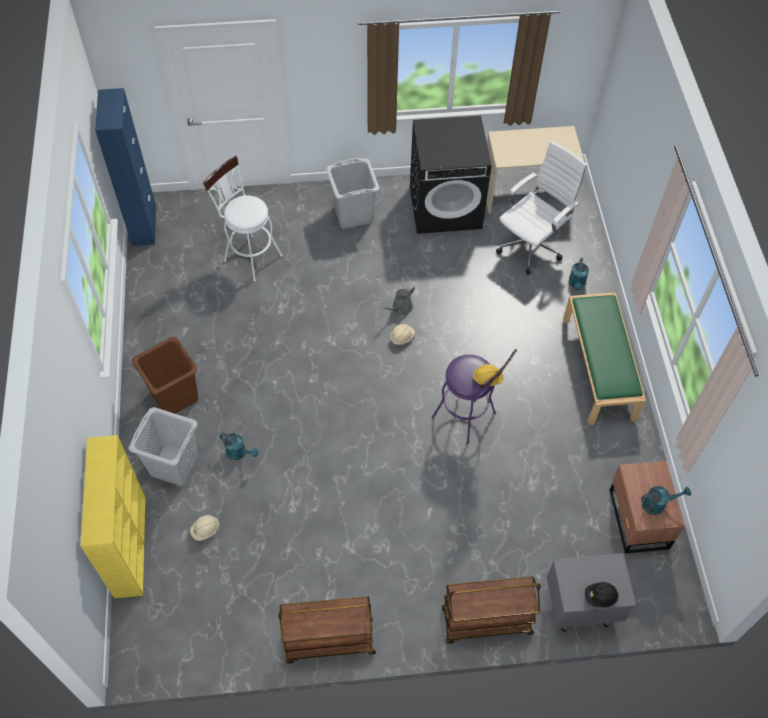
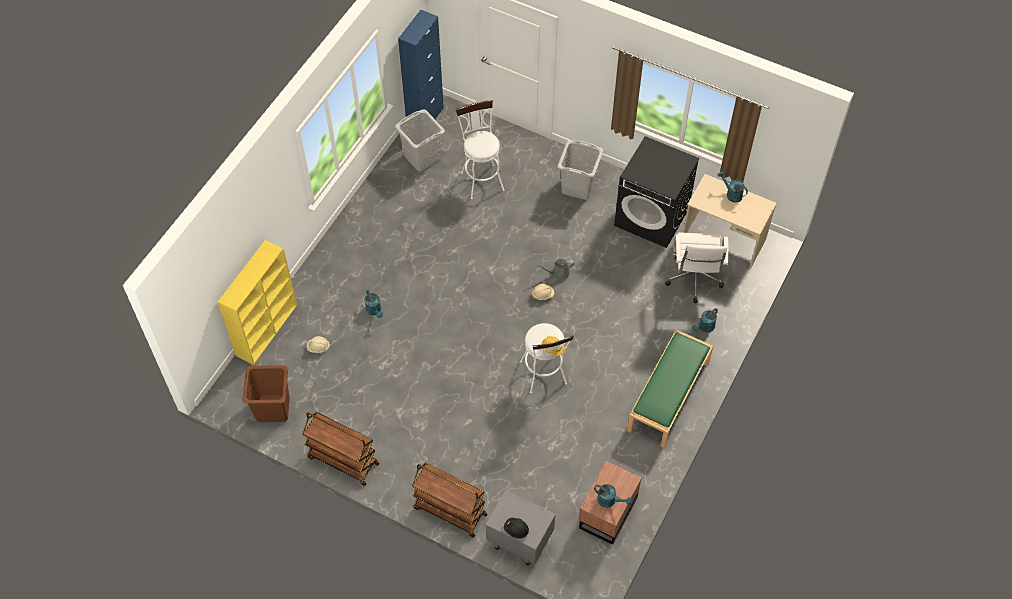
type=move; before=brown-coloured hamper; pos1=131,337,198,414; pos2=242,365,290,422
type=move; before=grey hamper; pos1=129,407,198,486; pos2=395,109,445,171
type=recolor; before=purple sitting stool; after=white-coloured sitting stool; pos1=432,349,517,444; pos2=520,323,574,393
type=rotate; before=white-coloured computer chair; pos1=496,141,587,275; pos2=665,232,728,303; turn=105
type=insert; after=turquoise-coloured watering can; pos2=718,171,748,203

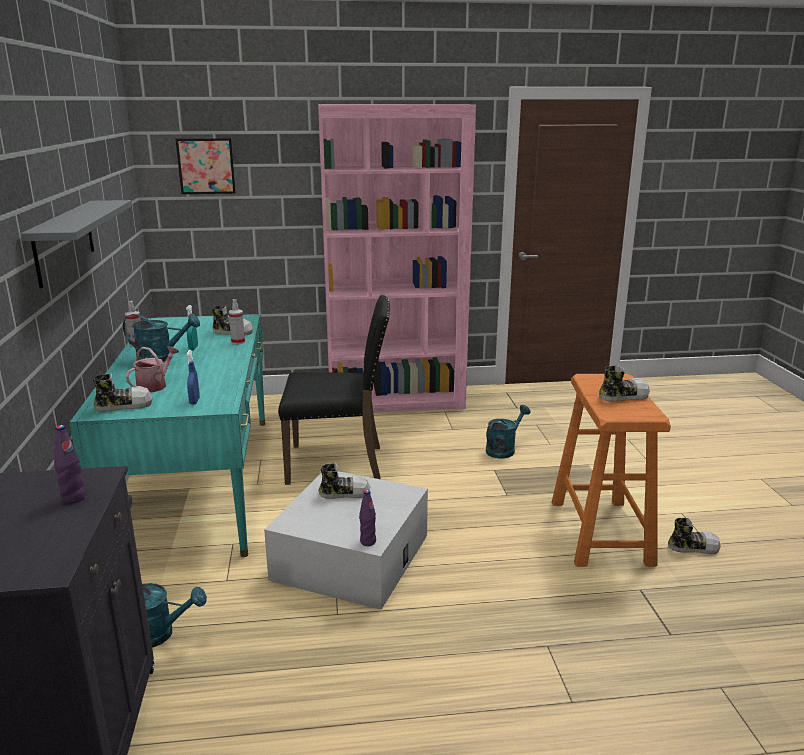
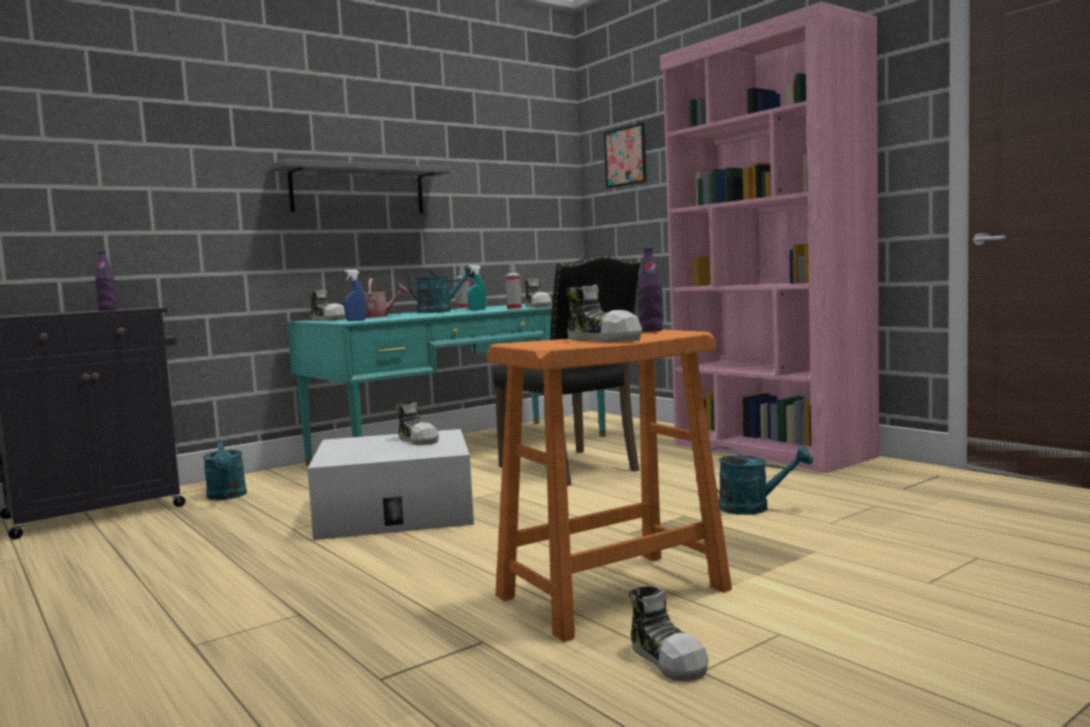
type=rotate; before=turquoise-coloured watering can; pos1=123,313,200,362; pos2=408,265,475,313; turn=-90
type=move; before=purple drink bottle; pos1=359,490,376,546; pos2=638,248,663,332

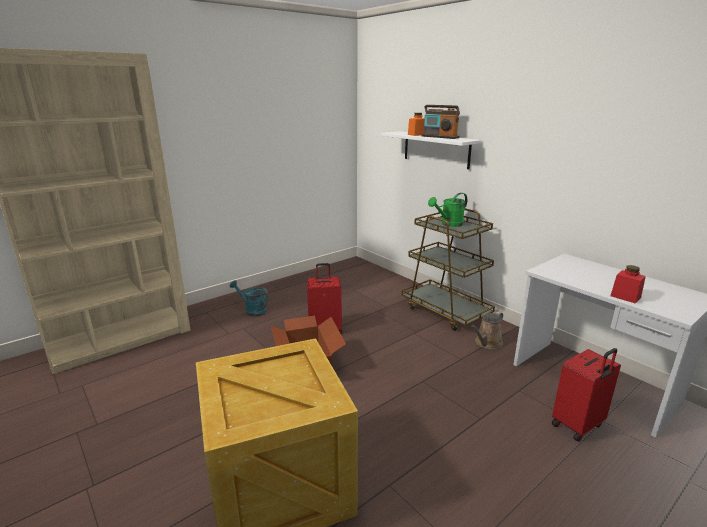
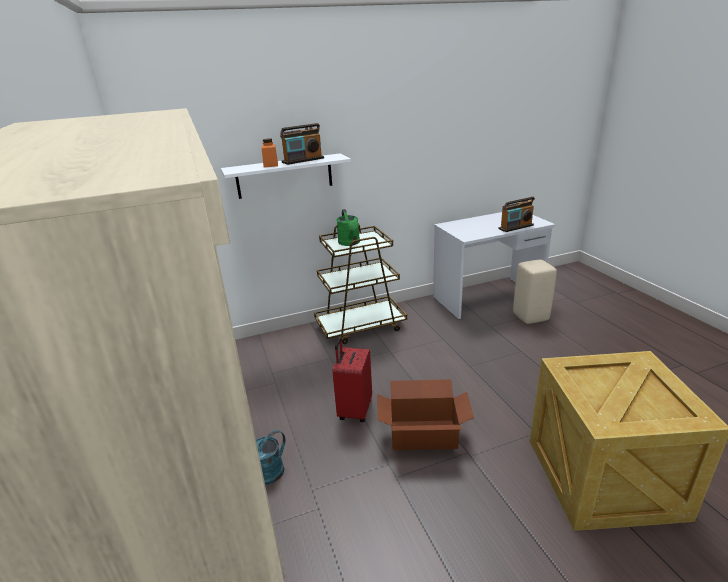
type=replace; before=reddish preserve jar; after=radio; pos1=610,265,646,304; pos2=498,197,535,232
type=replace; before=reddish travel case; after=beige sitting stool; pos1=552,348,621,442; pos2=513,260,557,324
type=delete; before=brown-coloured watering can; pos1=471,311,503,349

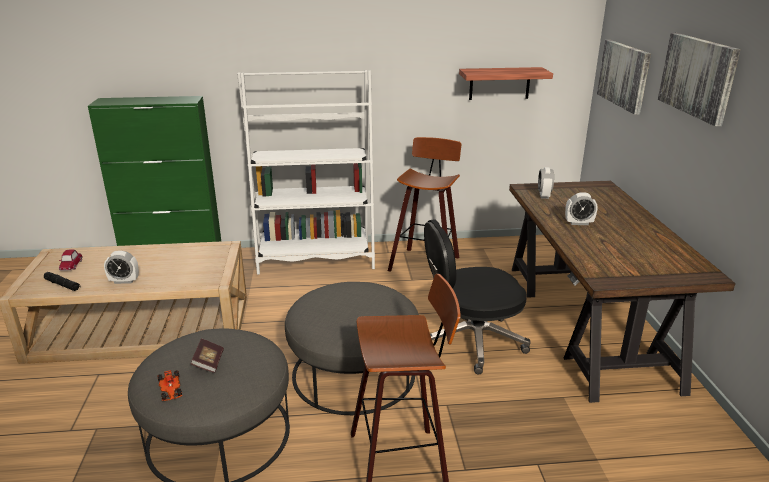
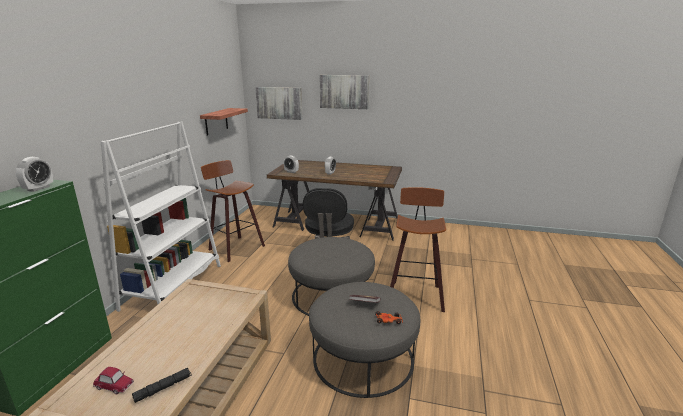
type=move; before=bedside clock; pos1=104,251,139,284; pos2=16,157,53,192

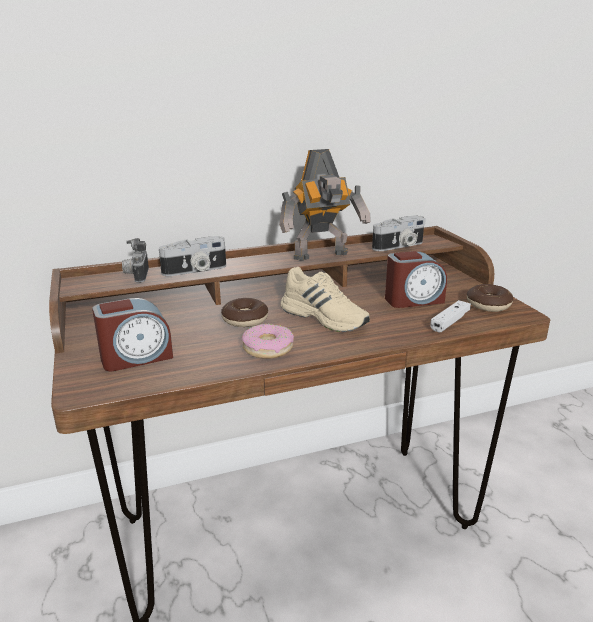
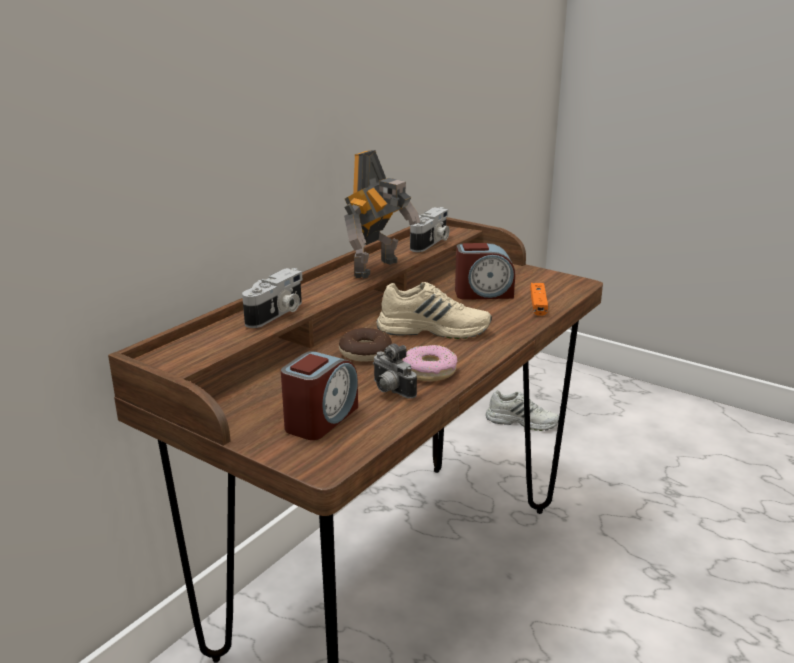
type=move; before=photo camera; pos1=122,238,149,283; pos2=373,343,417,399
type=rotate; before=bedside clock; pos1=385,251,447,308; pos2=455,243,515,300; turn=45
type=insert; after=white-coloured low shoe; pos2=486,390,559,431
type=recolor; before=white-coloured game controller; after=orangey game controller; pos1=430,300,471,333; pos2=530,283,548,316
type=delete; before=donut; pos1=467,284,514,312

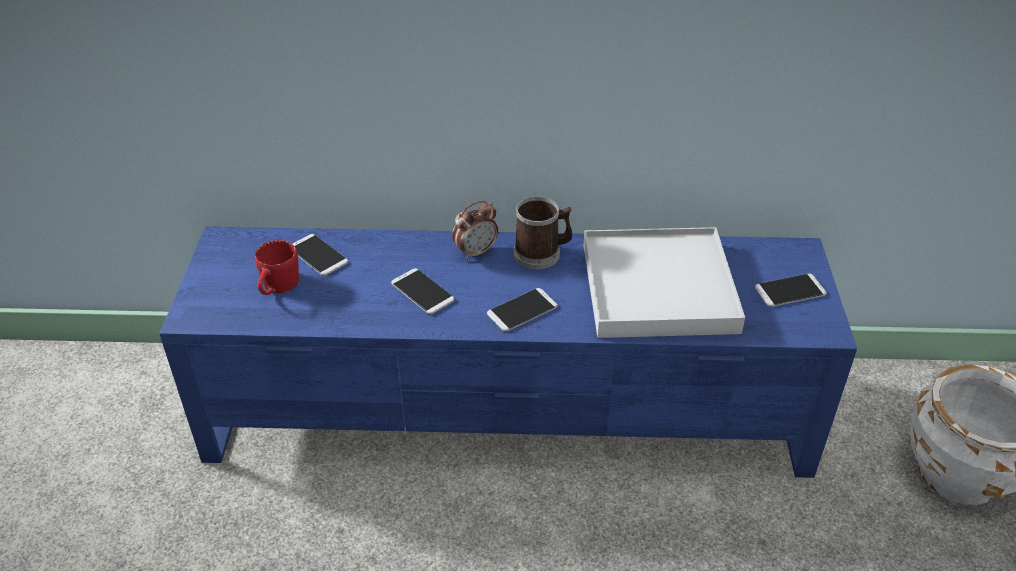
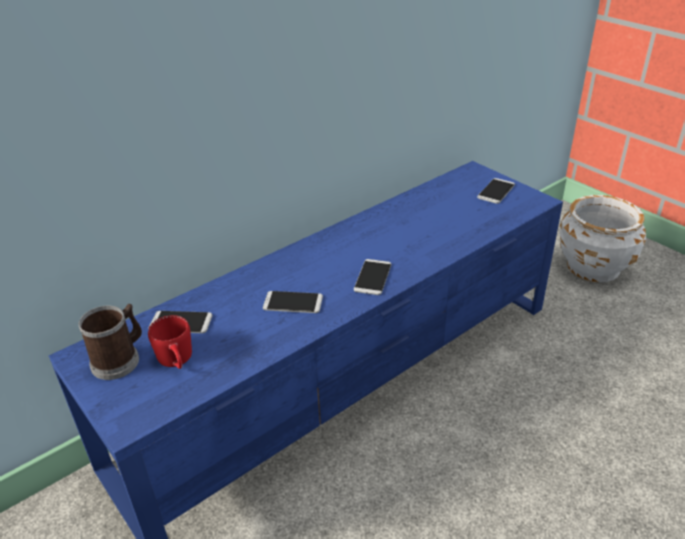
type=move; before=mug; pos1=513,196,572,270; pos2=79,304,142,380
type=delete; before=bedside clock; pos1=452,200,498,261
type=delete; before=white-coloured tray; pos1=584,227,745,338

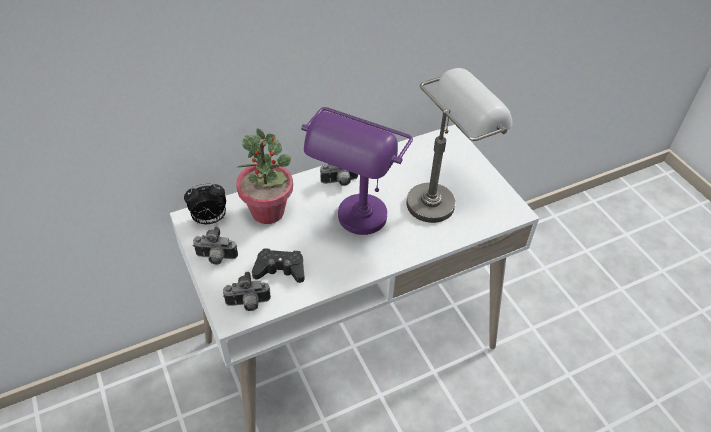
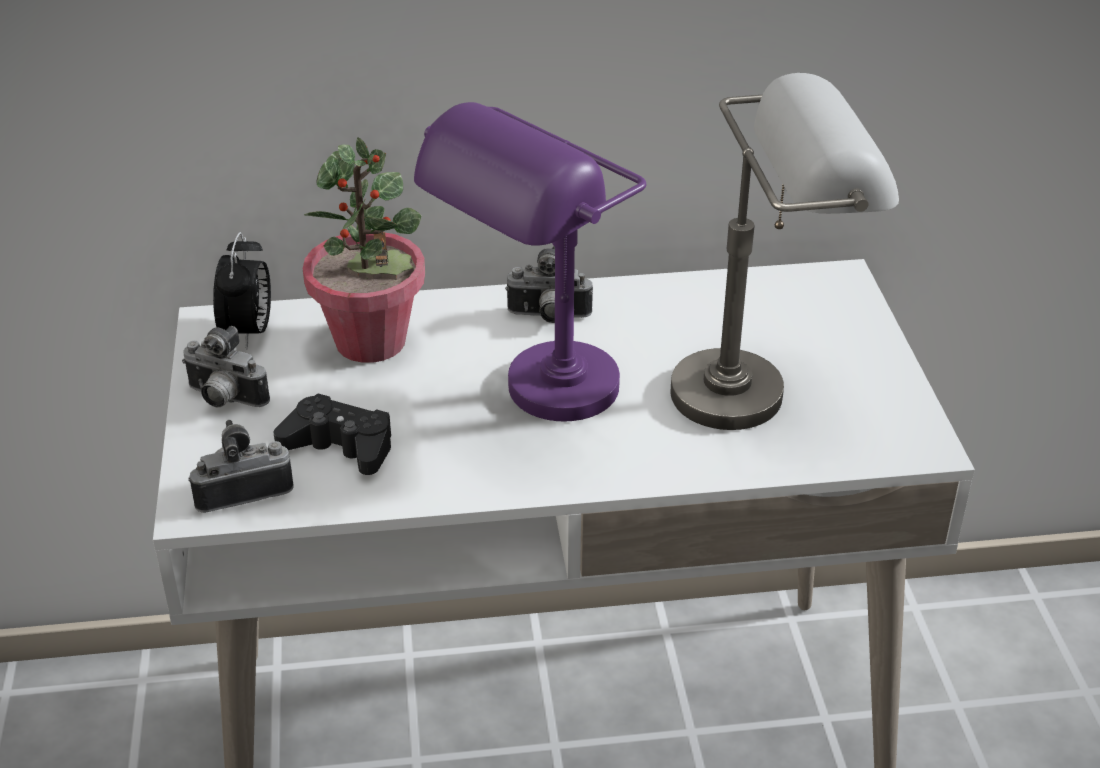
type=rotate; before=photo camera; pos1=223,272,271,311; pos2=188,420,293,513; turn=150
type=rotate; before=bedside clock; pos1=184,183,226,224; pos2=213,232,271,350; turn=-90

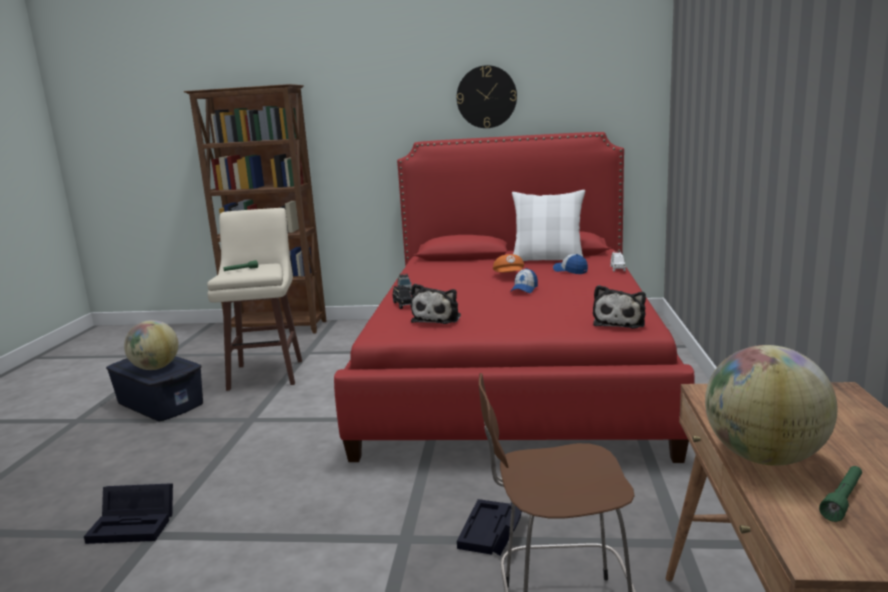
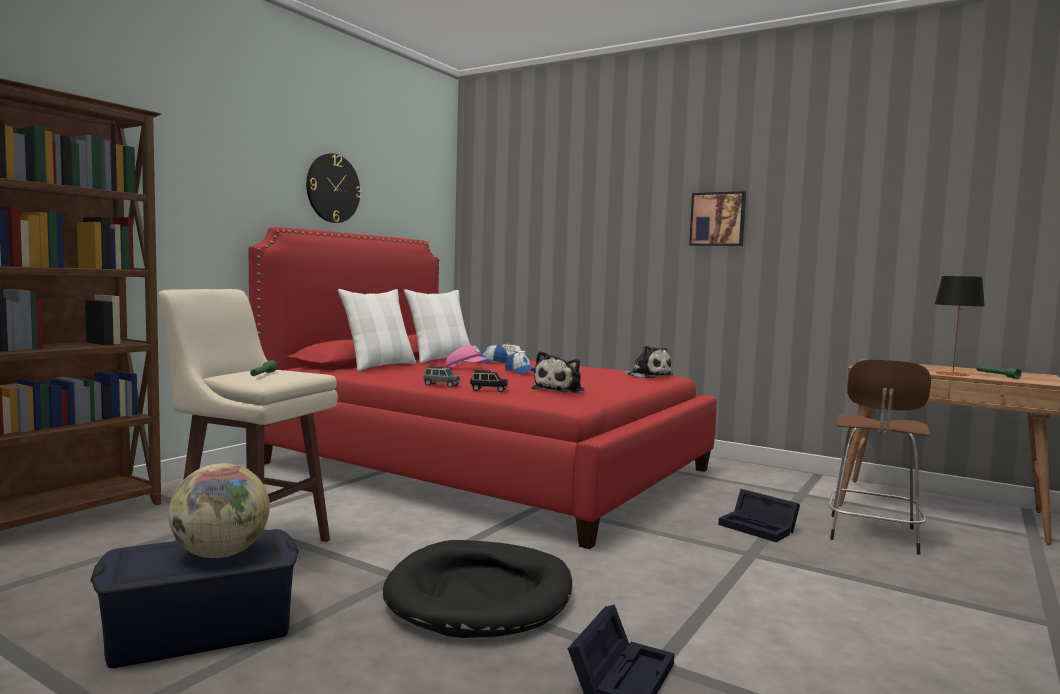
type=insert; after=white-coloured cushion; pos2=338,289,416,371
type=insert; after=blackish dog bed; pos2=383,540,572,638
type=recolor; before=orangey cap; after=pink cap; pos1=493,254,524,272; pos2=446,345,488,368
type=rotate; before=soft toy; pos1=411,284,461,324; pos2=532,351,584,393; turn=75
type=insert; after=wall picture; pos2=689,191,746,246
type=replace; before=world globe; after=lamp for a table; pos1=705,345,838,466; pos2=935,276,985,376

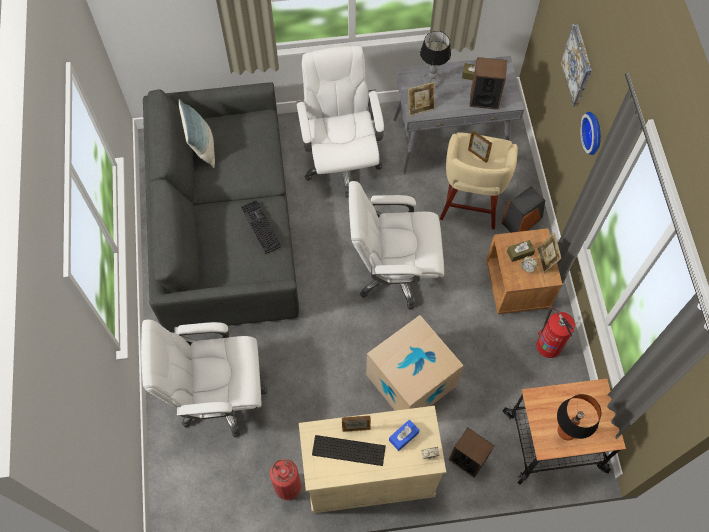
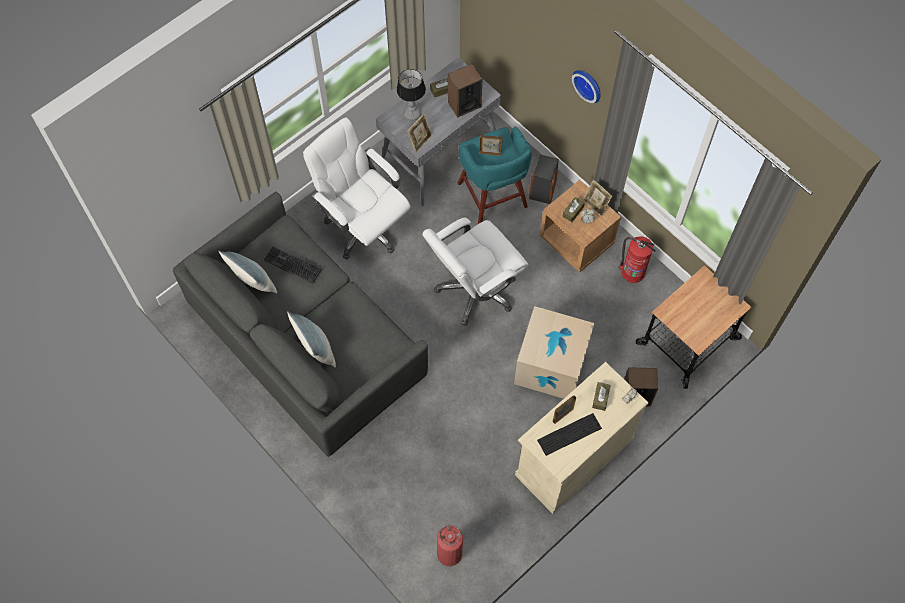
type=move; before=PC keyboard; pos1=241,200,282,254; pos2=264,247,321,284
type=insert; after=cushion; pos2=287,311,336,367
type=move; before=fire extinguisher; pos1=270,459,301,500; pos2=437,525,463,566
type=recolor; before=beige sitting stool; after=turquoise-coloured sitting stool; pos1=440,132,518,229; pos2=458,127,532,224
type=recolor; before=blue-coloured tissue box; after=brown-coloured tissue box; pos1=389,420,419,451; pos2=592,382,611,411
type=delete; before=white-coloured computer chair; pos1=141,320,267,437
type=delete; before=lamp for a table; pos1=557,394,601,440
type=delete; before=wall picture; pos1=560,24,592,107

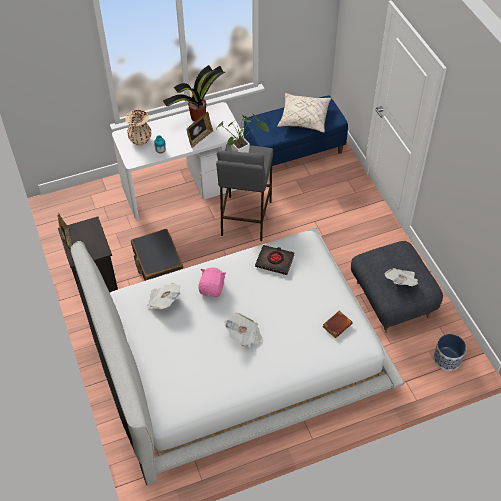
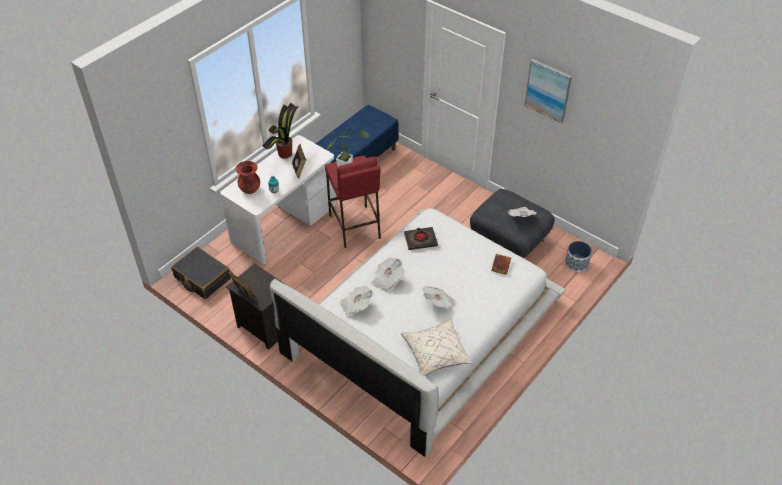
type=move; before=blackish travel case; pos1=131,229,183,281; pos2=171,247,231,299
type=recolor; before=beige vase; after=reddish vase; pos1=125,110,151,145; pos2=235,161,260,194
type=recolor; before=grey sitting stool; after=reddish sitting stool; pos1=216,143,273,241; pos2=325,155,381,248
type=replace; before=pink soft toy; after=newspaper; pos1=198,267,226,297; pos2=371,257,405,291
type=move; before=beige cushion; pos1=277,93,331,133; pos2=401,319,472,376
type=insert; after=wall picture; pos2=524,59,572,123

